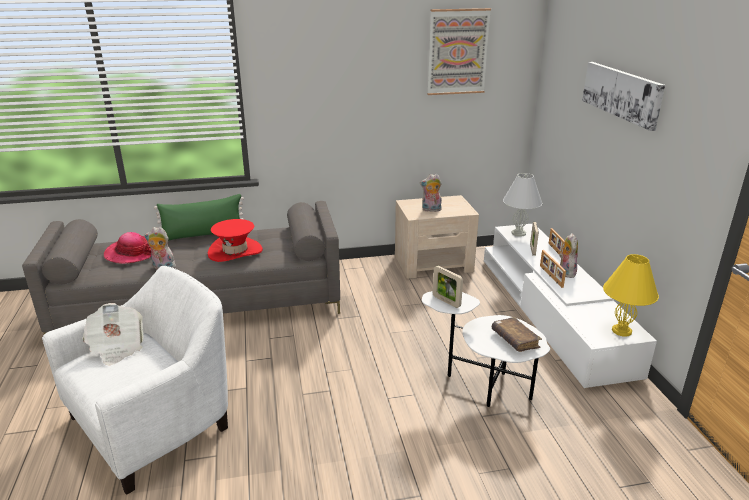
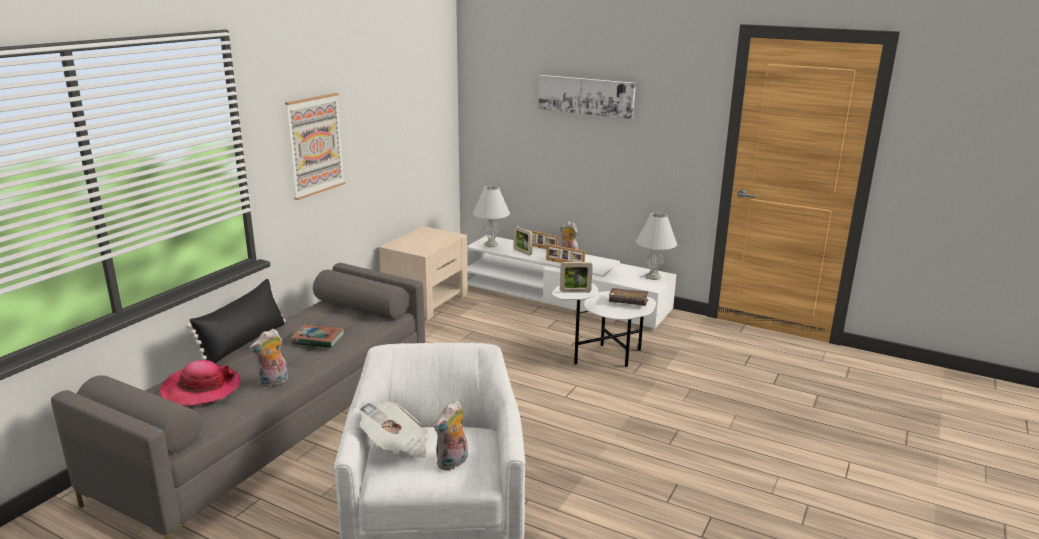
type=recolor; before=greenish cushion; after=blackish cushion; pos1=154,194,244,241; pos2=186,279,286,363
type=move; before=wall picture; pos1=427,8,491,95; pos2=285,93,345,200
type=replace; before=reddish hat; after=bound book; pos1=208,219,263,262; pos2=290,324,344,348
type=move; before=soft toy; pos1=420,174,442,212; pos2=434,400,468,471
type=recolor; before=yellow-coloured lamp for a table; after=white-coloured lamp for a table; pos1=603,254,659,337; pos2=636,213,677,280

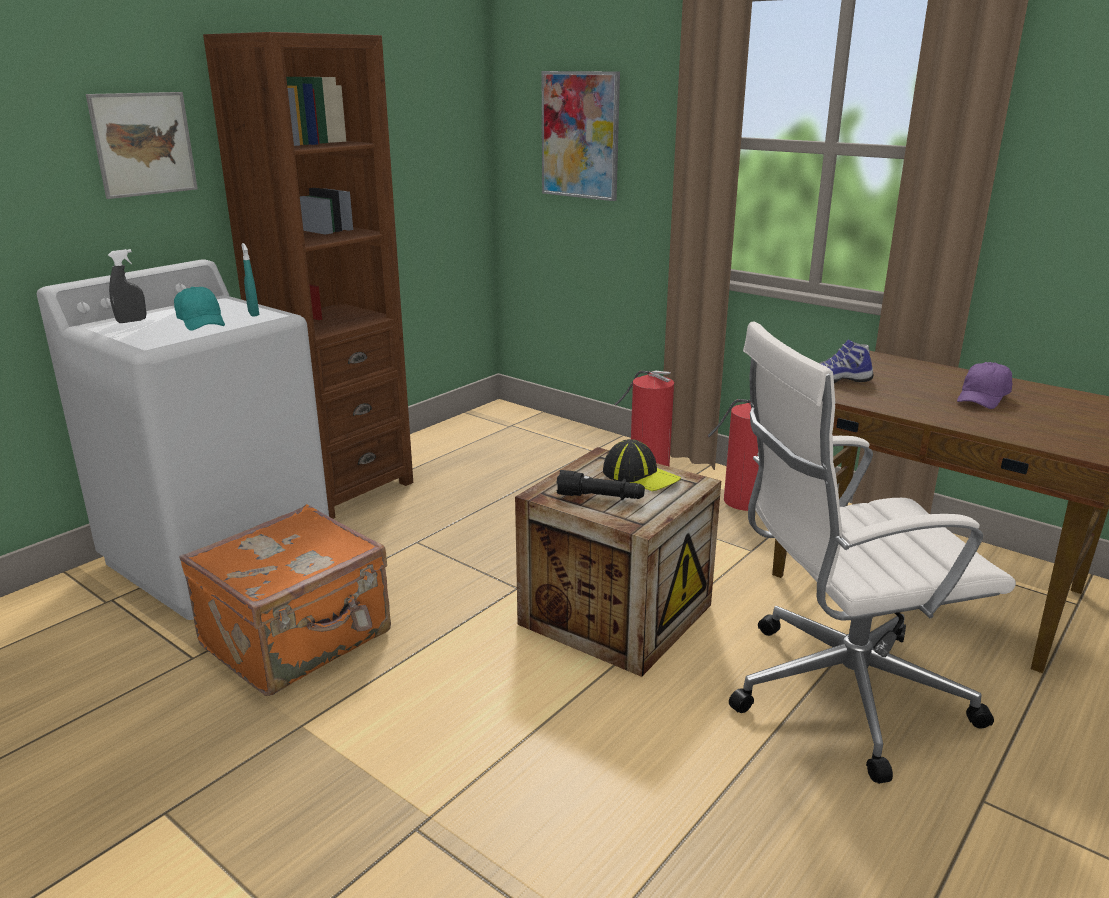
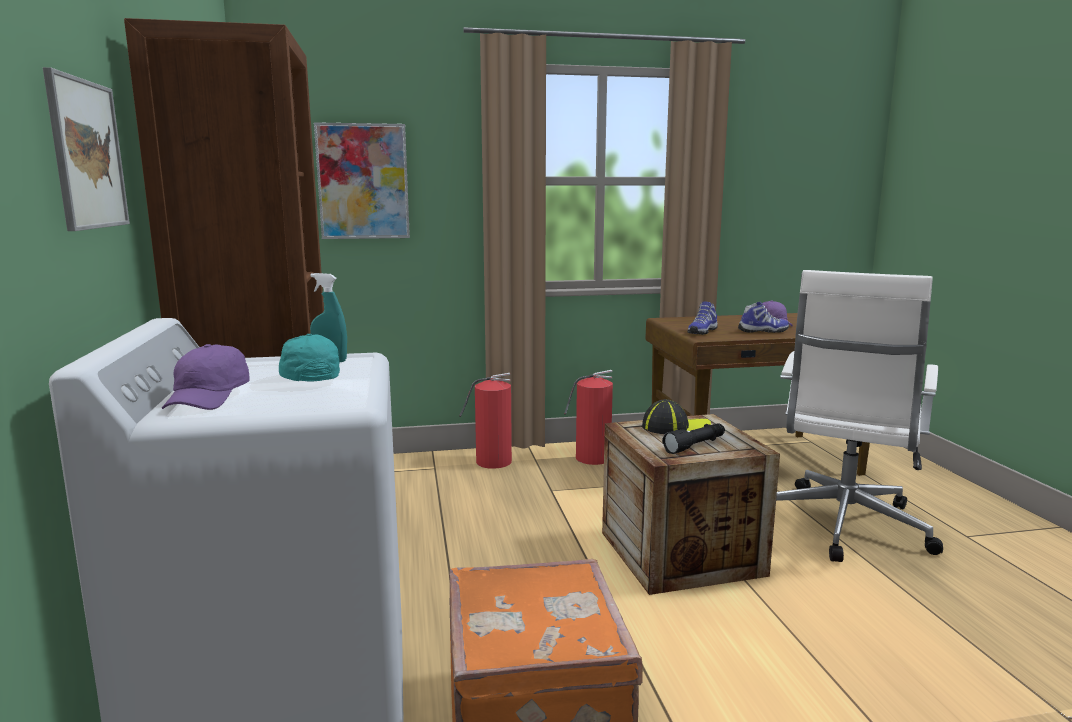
type=replace; before=grey hand sprayer; after=purple cap; pos1=108,249,146,323; pos2=162,344,250,410
type=rotate; before=turquoise-coloured cap; pos1=174,287,225,331; pos2=279,334,340,382; turn=-120
type=insert; after=low shoe; pos2=738,302,789,333

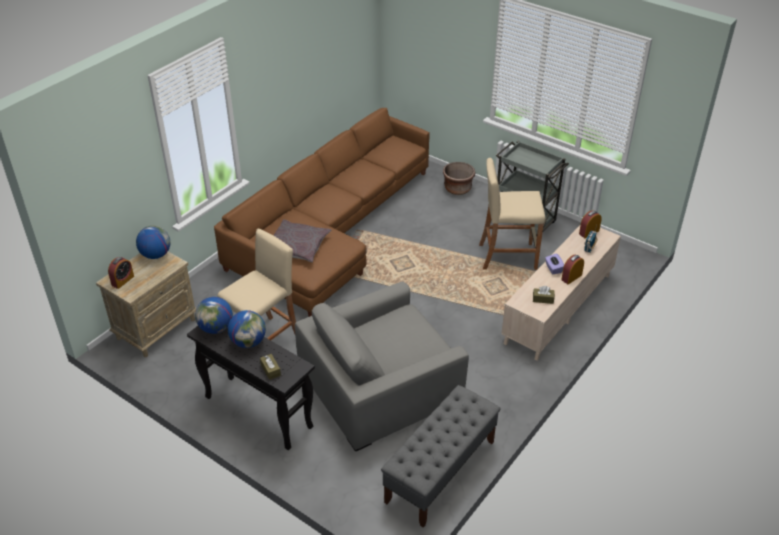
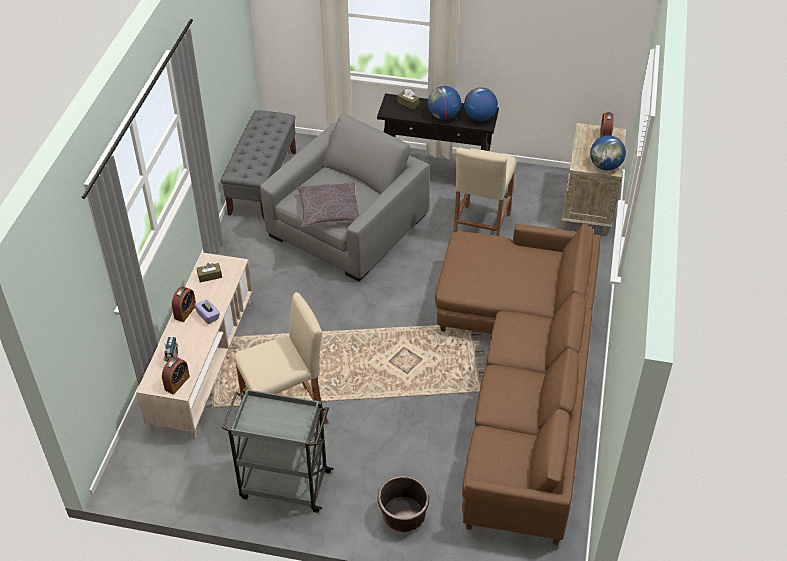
type=move; before=grey cushion; pos1=273,219,331,262; pos2=297,182,360,227

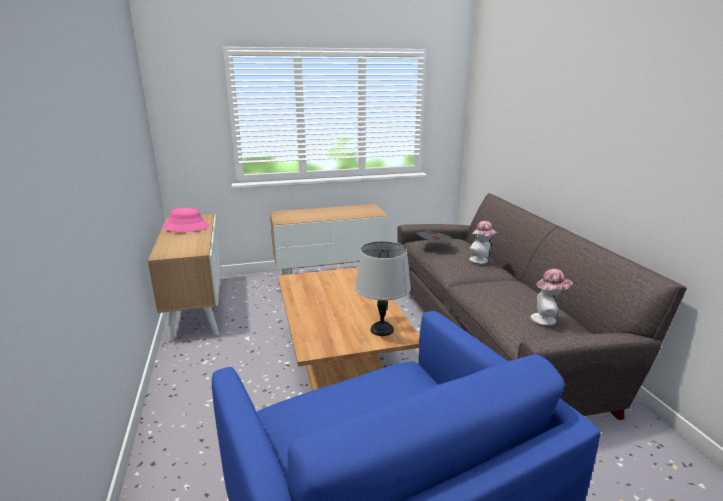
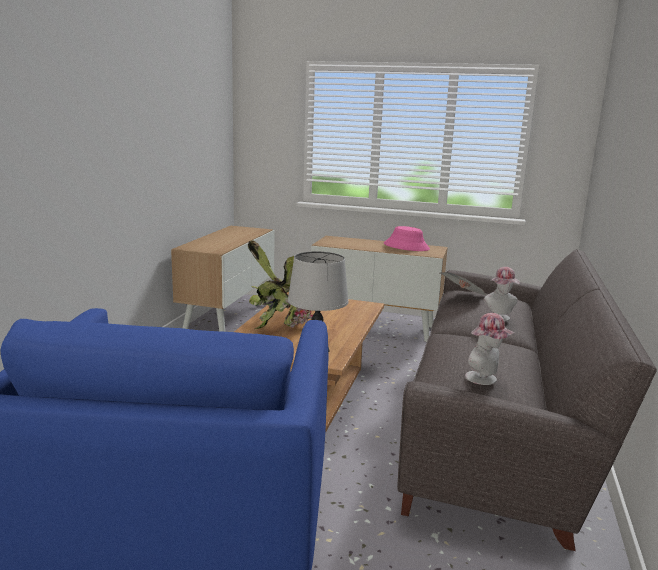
type=insert; after=potted plant; pos2=248,240,313,329
type=move; before=pink hat; pos1=162,208,210,232; pos2=384,226,430,251

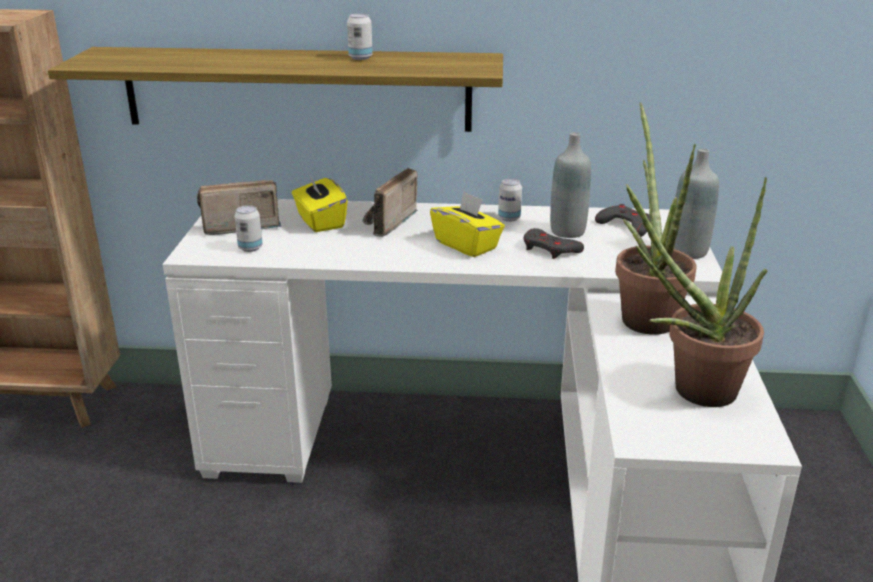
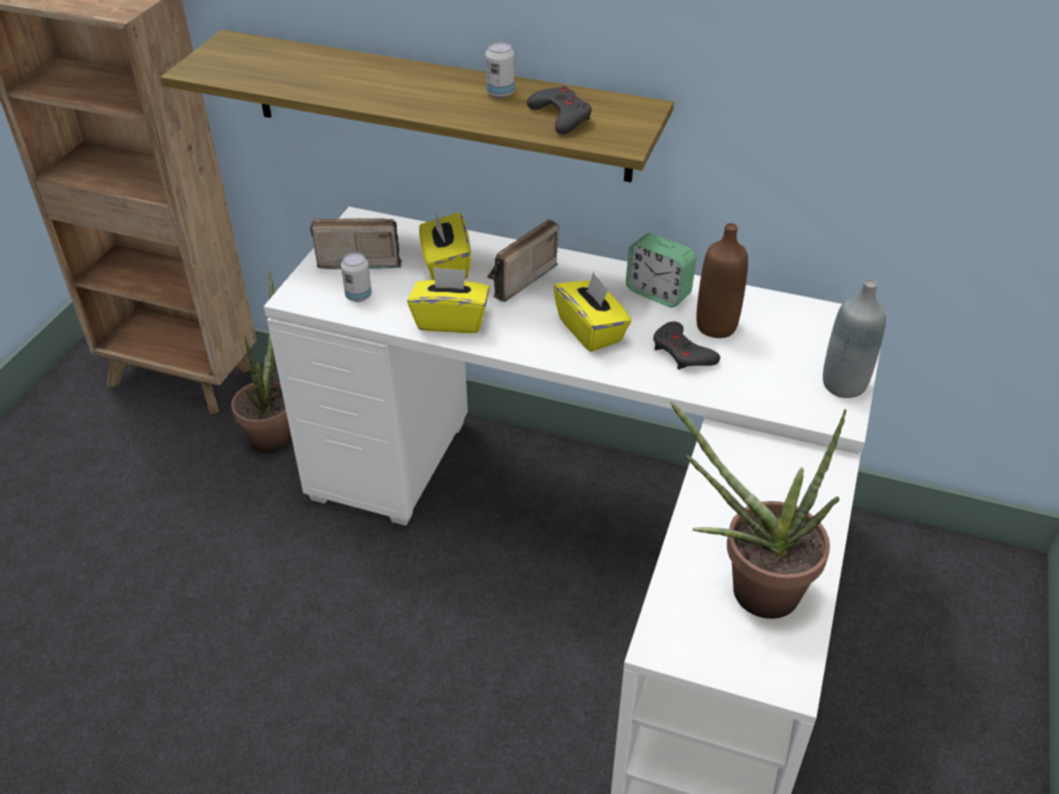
type=move; before=potted plant; pos1=615,102,696,335; pos2=231,271,291,453
type=insert; after=yellow-coloured tissue box; pos2=407,267,490,333
type=move; before=grey game controller; pos1=595,204,650,237; pos2=527,86,592,134
type=replace; before=metal can; after=bedside clock; pos1=498,178,522,222; pos2=626,233,696,307
type=recolor; before=grey drink bottle; after=brown-coloured drink bottle; pos1=550,132,591,238; pos2=697,223,748,338

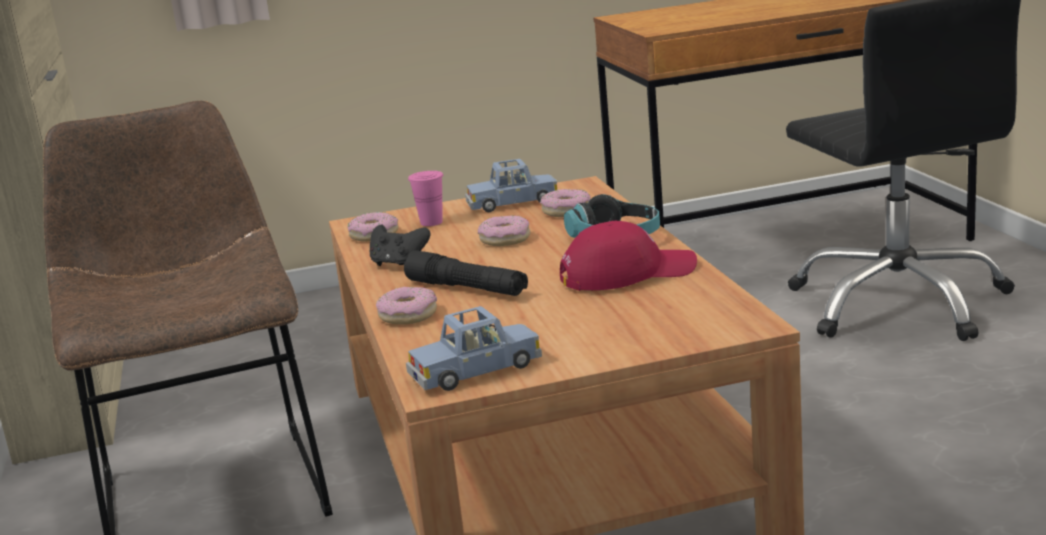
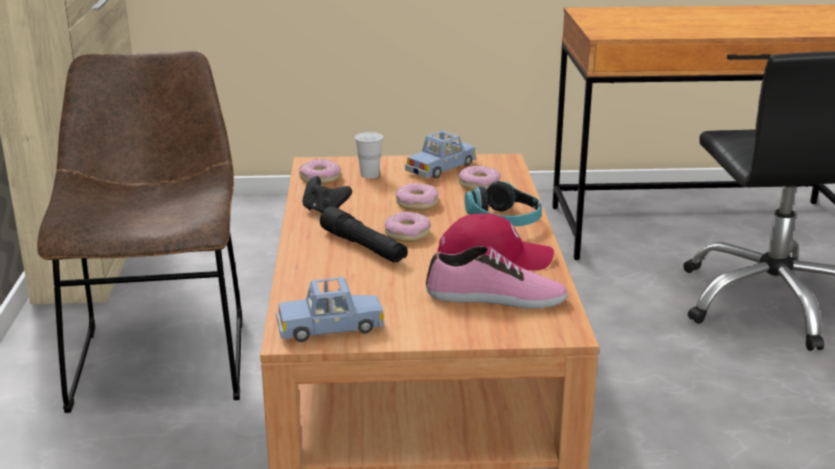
type=recolor; before=pink small cup; after=white-coloured small cup; pos1=408,171,443,226; pos2=354,132,384,179
type=move; before=donut; pos1=376,287,437,325; pos2=384,212,431,242
type=rotate; before=blue-coloured toy car; pos1=465,159,557,212; pos2=405,131,476,179; turn=-45
type=insert; after=low shoe; pos2=426,246,568,308

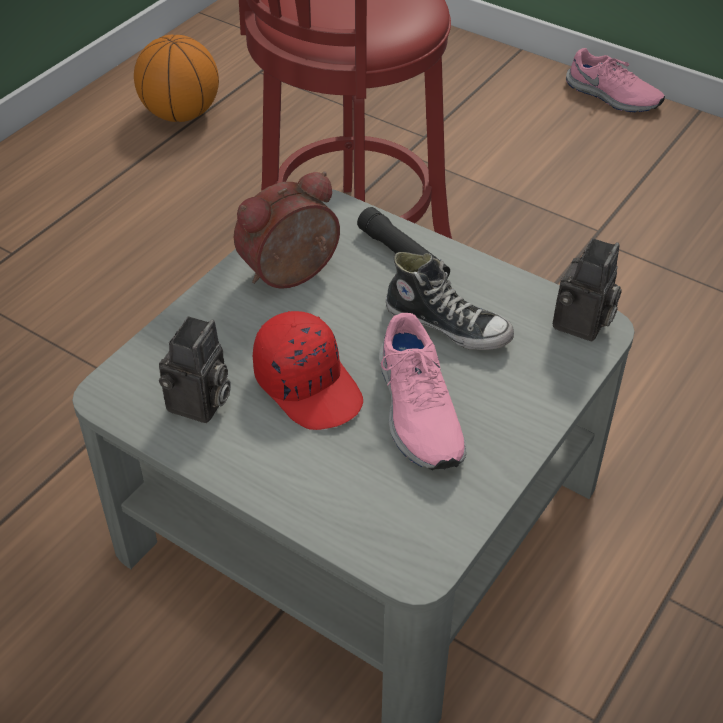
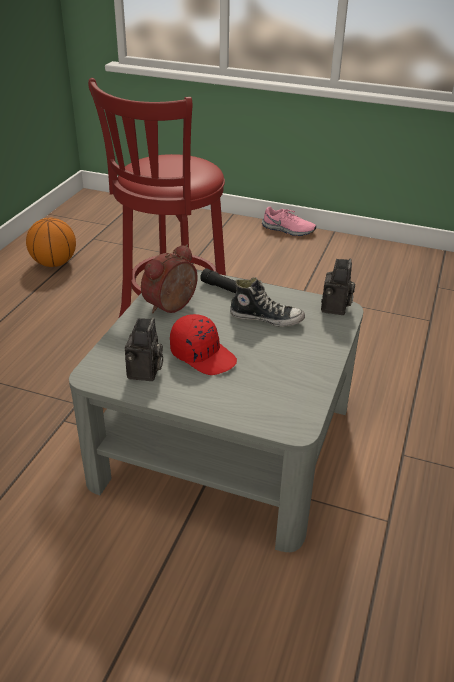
type=delete; before=pink low shoe; pos1=379,313,466,470

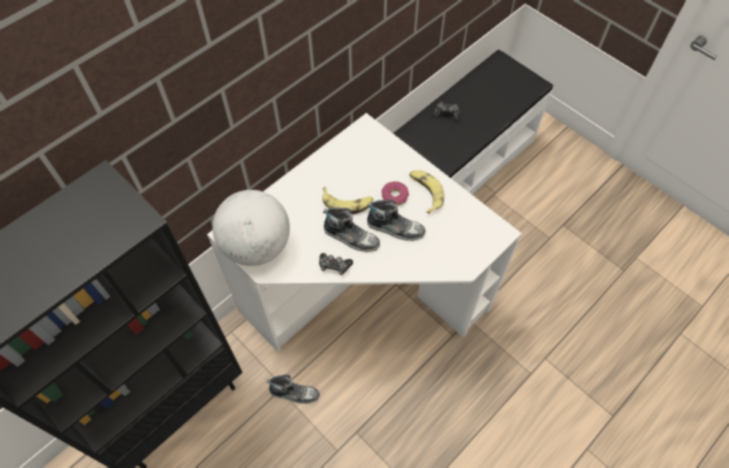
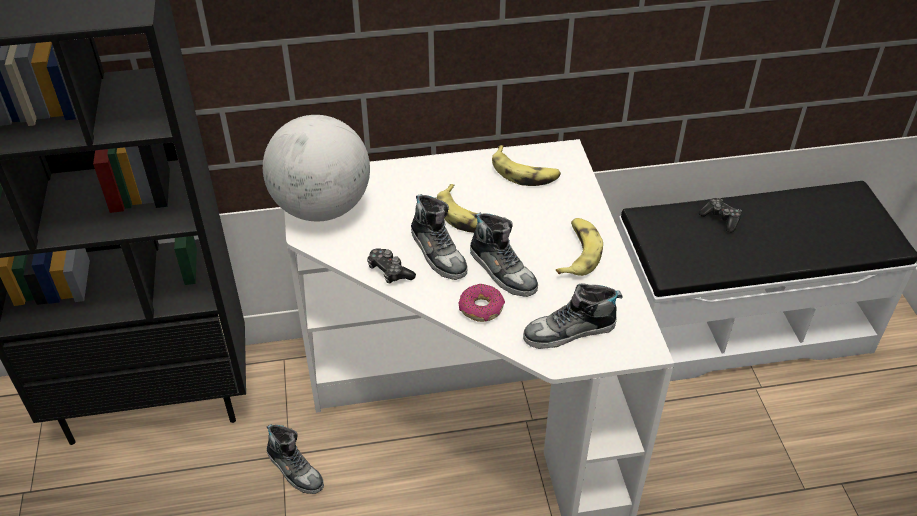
type=move; before=donut; pos1=381,181,409,205; pos2=458,284,505,322
type=insert; after=banana; pos2=492,145,561,186
type=insert; after=low shoe; pos2=523,284,623,349

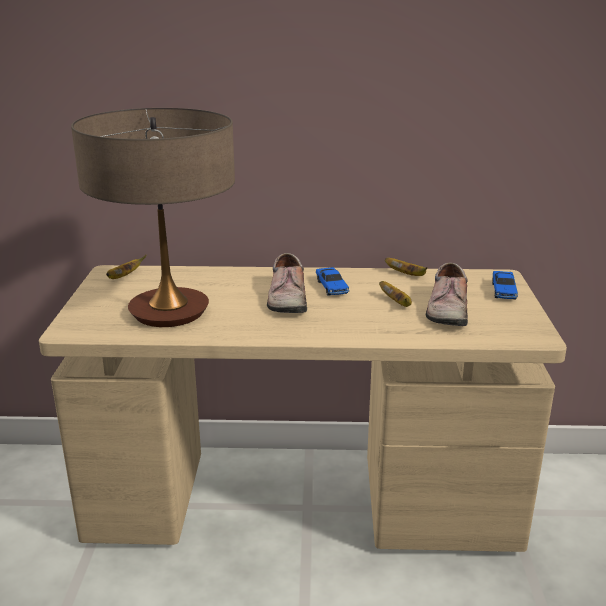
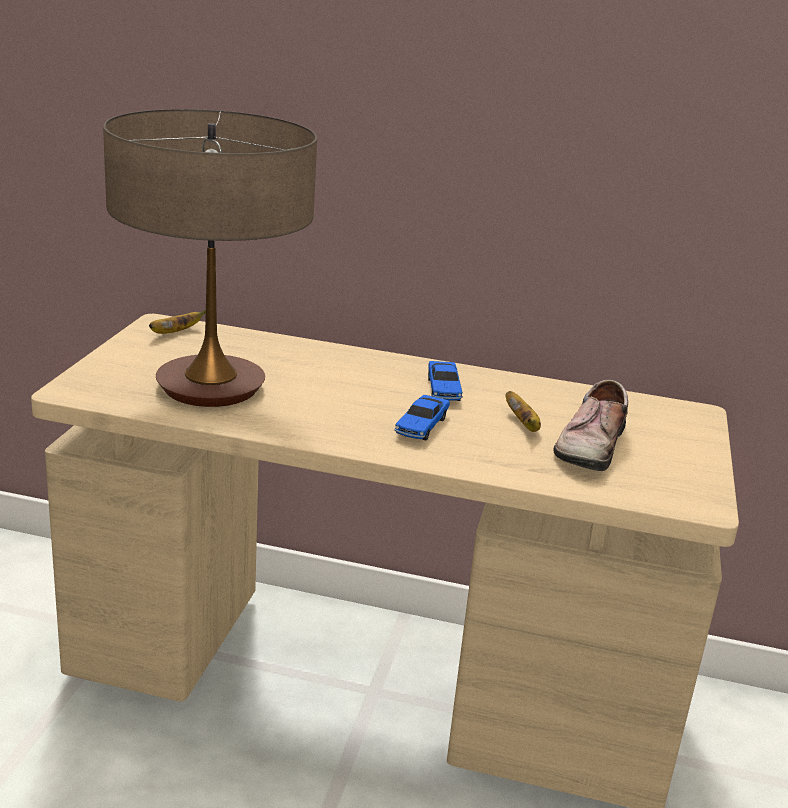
type=move; before=toy car; pos1=492,271,518,299; pos2=394,395,450,440
type=delete; before=low shoe; pos1=267,253,307,313
type=delete; before=banana; pos1=385,258,428,276

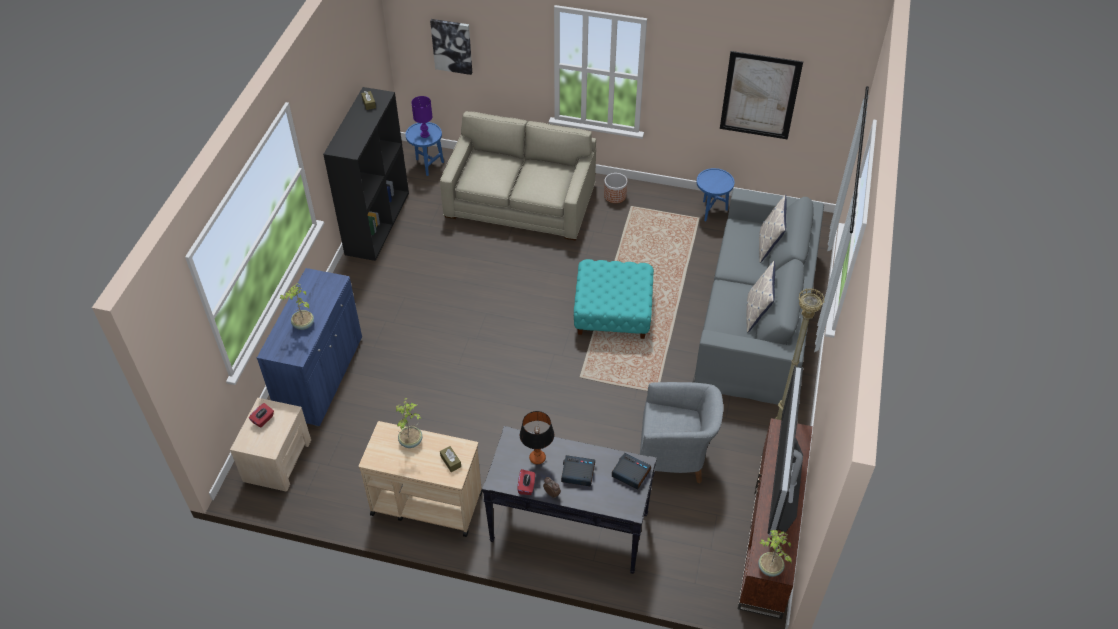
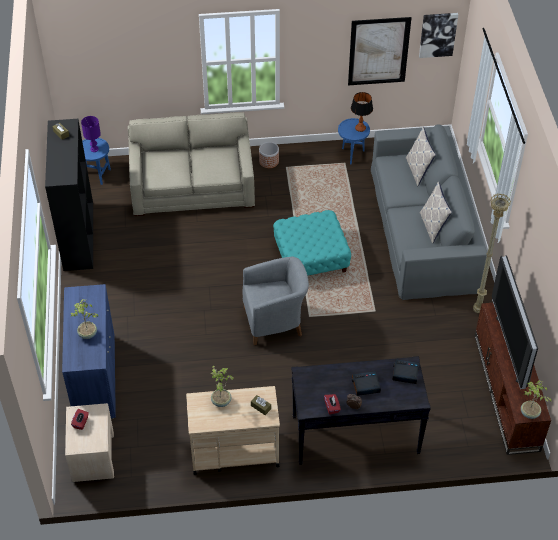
type=move; before=grey easy chair; pos1=640,382,723,484; pos2=243,257,309,345
type=move; before=lamp for a table; pos1=520,411,554,464; pos2=351,92,373,132
type=move; before=wall picture; pos1=430,19,472,75; pos2=419,13,458,58

